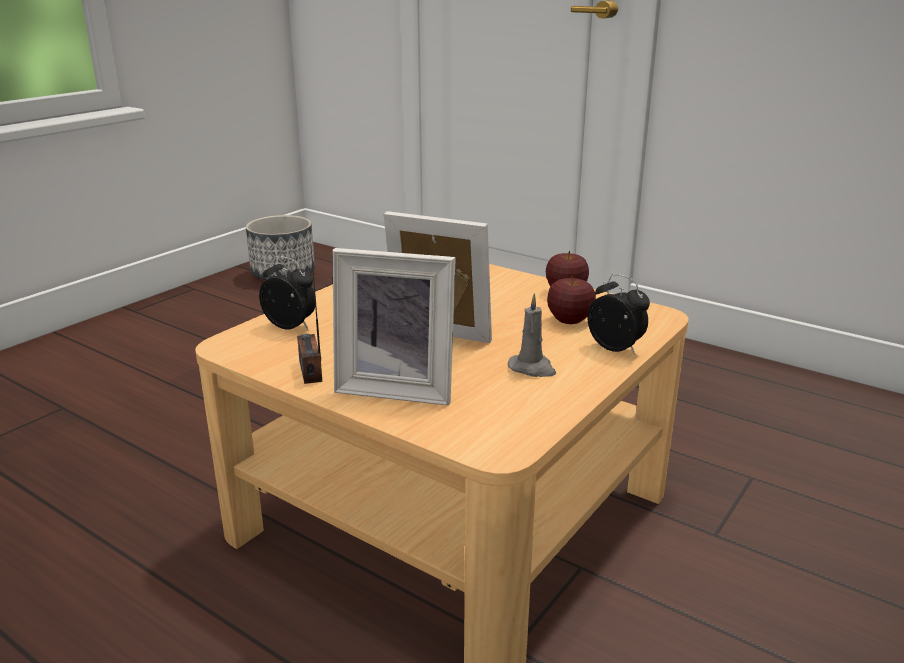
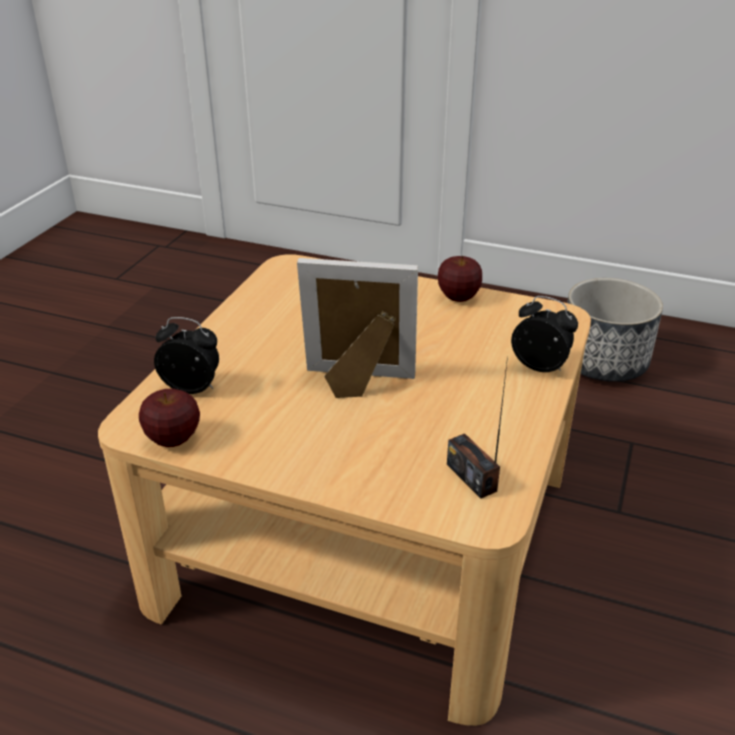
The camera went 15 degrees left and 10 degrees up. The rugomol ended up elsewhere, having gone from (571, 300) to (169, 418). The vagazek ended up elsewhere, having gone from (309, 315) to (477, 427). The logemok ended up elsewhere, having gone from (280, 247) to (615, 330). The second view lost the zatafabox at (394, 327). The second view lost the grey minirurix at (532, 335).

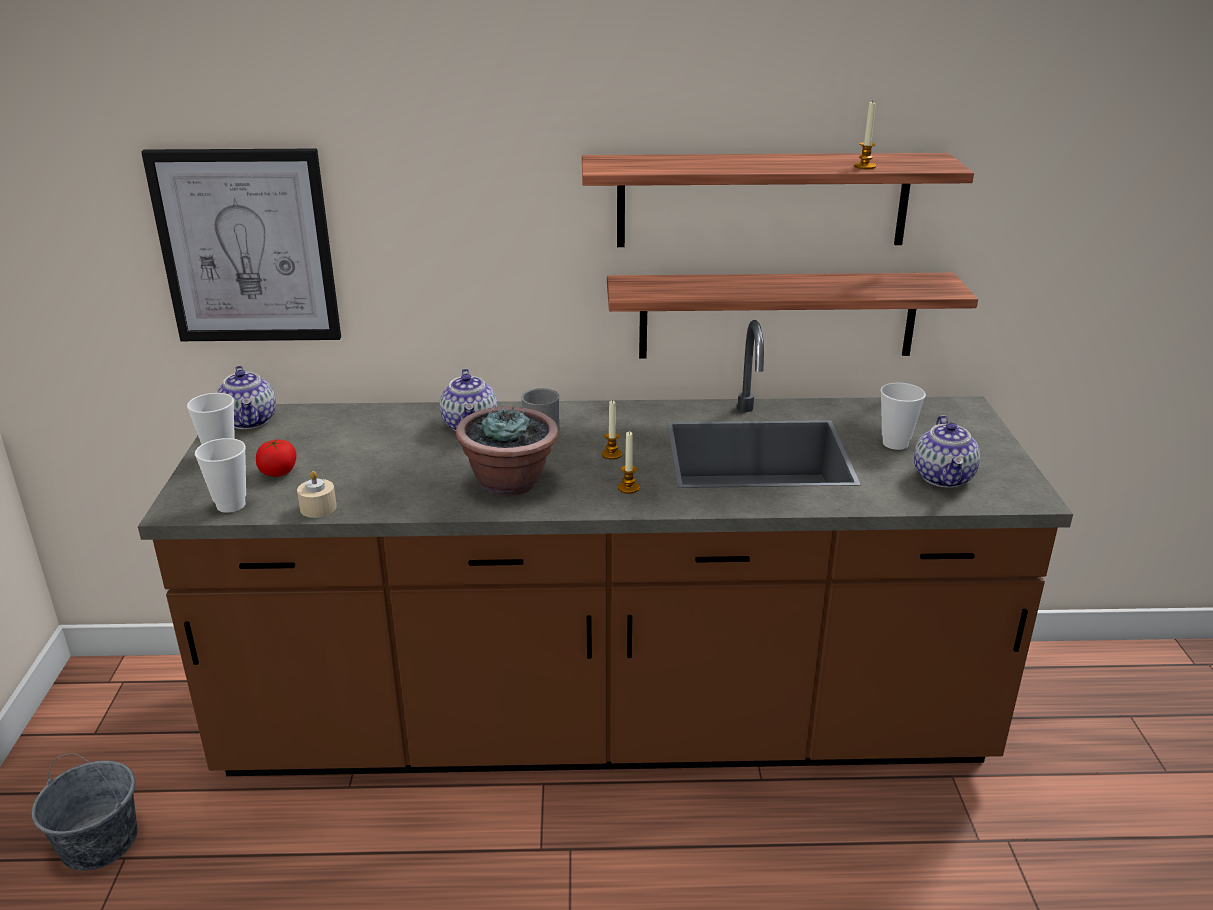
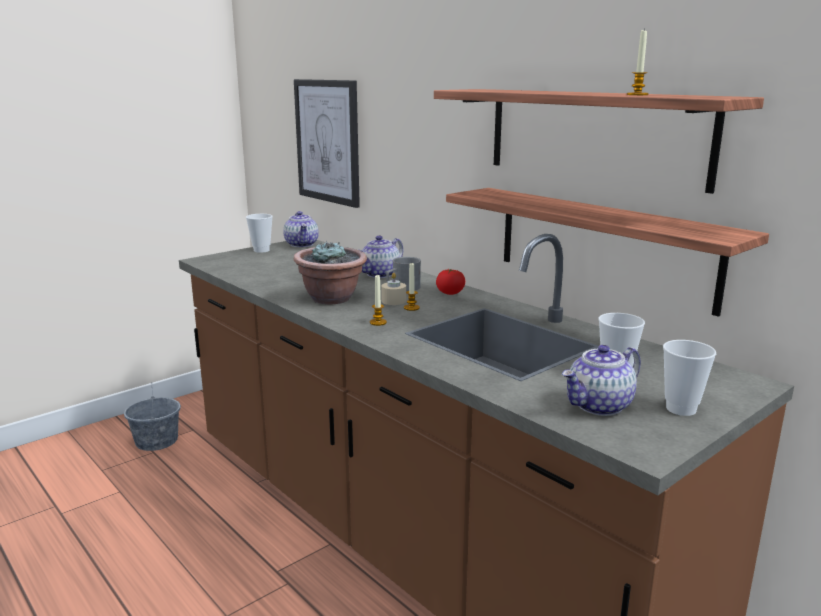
The camera went 50 degrees right and 10 degrees down. The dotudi at (246, 397) ended up facing another way, 45 degrees counterclockwise from before. The beige minirurix ended up elsewhere, having gone from (317, 494) to (393, 289). The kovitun ended up elsewhere, having gone from (276, 458) to (450, 282). The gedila ended up elsewhere, having gone from (220, 475) to (689, 378).

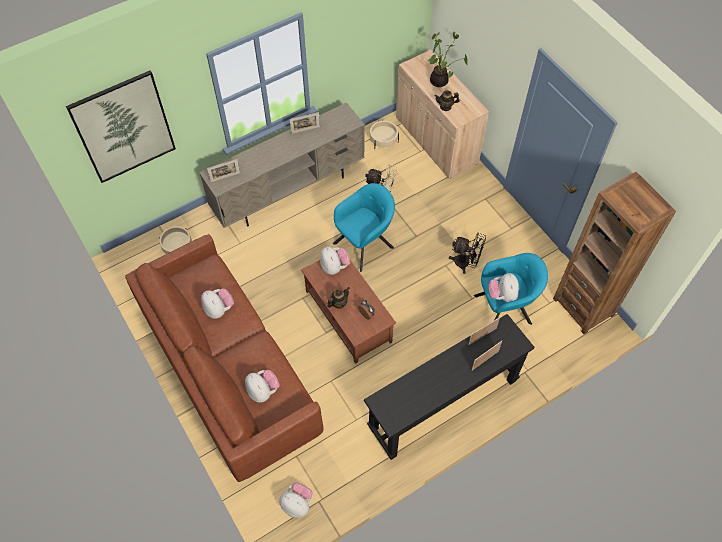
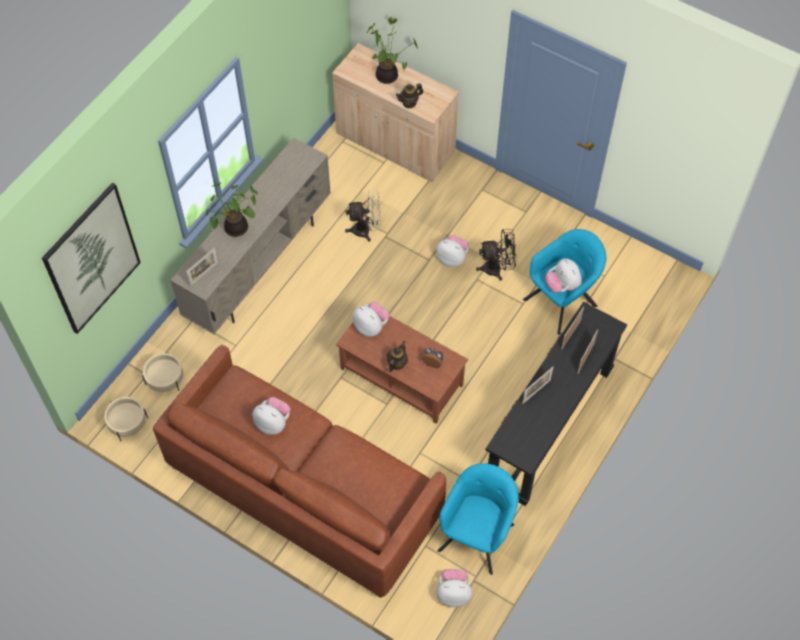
The camera went 25 degrees left and 0 degrees up. The beige logemok ended up elsewhere, having gone from (384, 135) to (126, 419). The second view gained the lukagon at (232, 210). The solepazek ended up elsewhere, having gone from (262, 386) to (452, 251). The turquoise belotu ended up elsewhere, having gone from (364, 227) to (478, 519). The zatafabox ended up elsewhere, having gone from (305, 123) to (537, 385). The second view lost the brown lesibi at (614, 253).

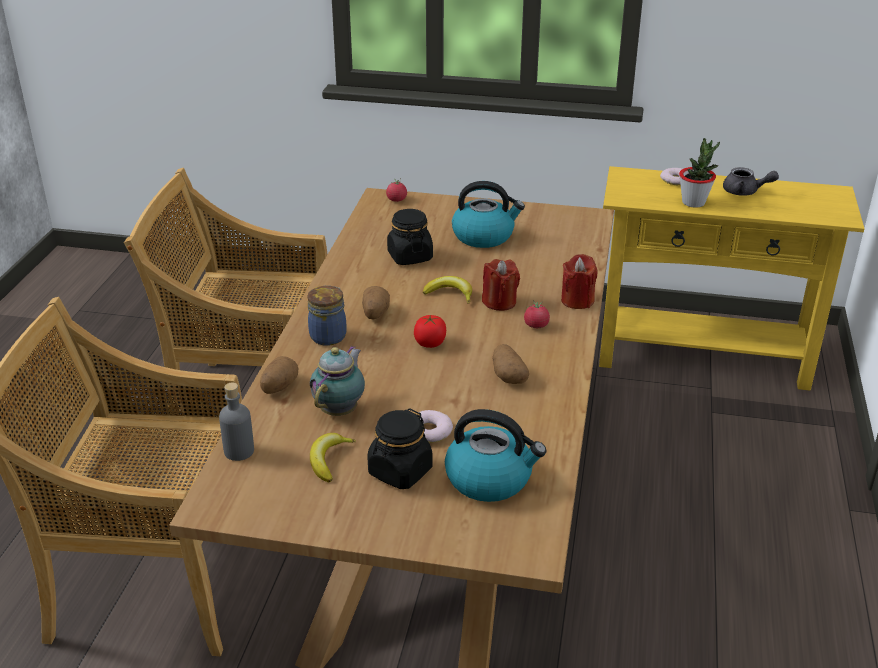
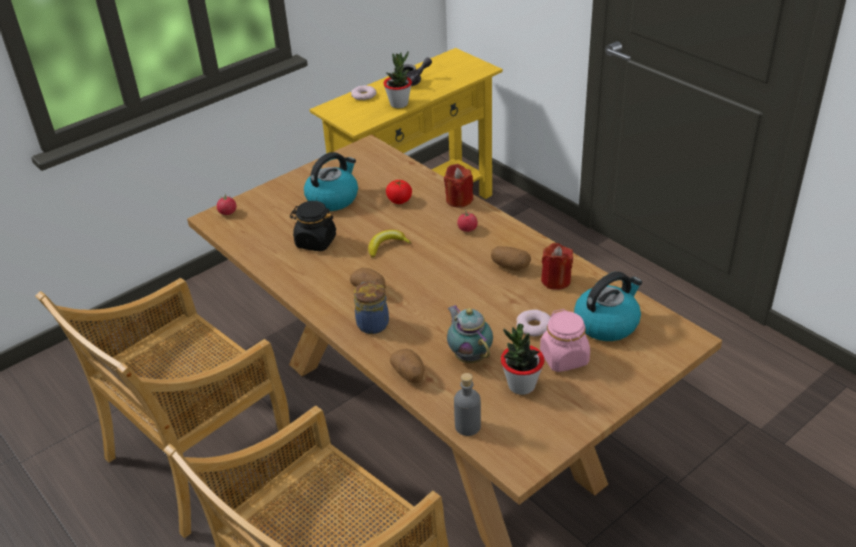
The camera went 50 degrees left and 5 degrees up. The kovitun ended up elsewhere, having gone from (430, 331) to (399, 192). Where the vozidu stood at (333, 457), the lukagon came to stand at (522, 359). What was the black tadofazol at (400, 448) turned into the pink tadofazol at (565, 340). The red minirurix ended up elsewhere, having gone from (501, 285) to (557, 266).

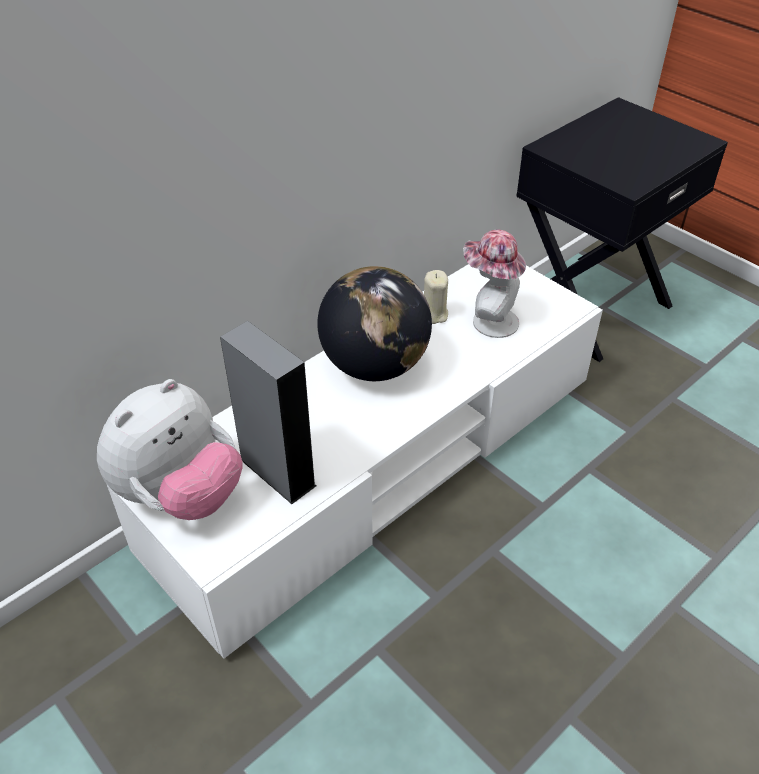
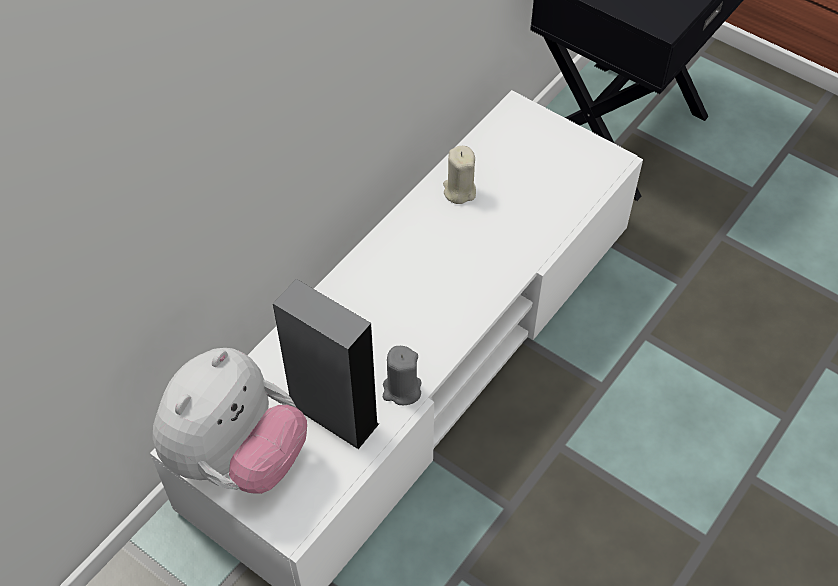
The camera went 10 degrees left and 10 degrees up. The second view gained the grey minirurix at (402, 375). The second view lost the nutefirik at (374, 323). The second view lost the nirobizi at (494, 284).

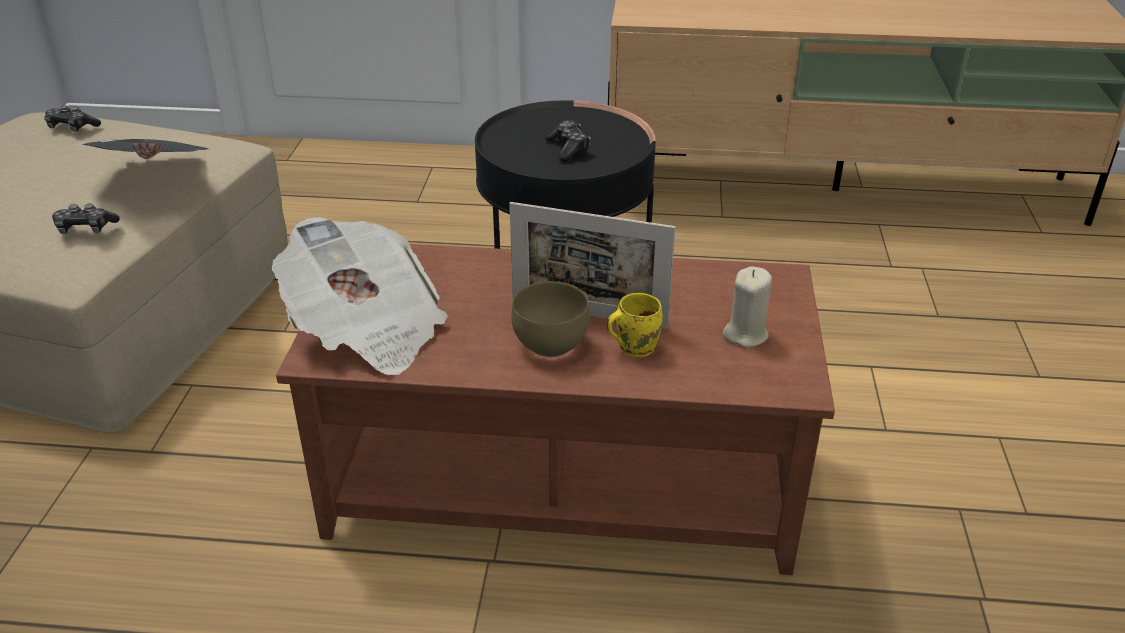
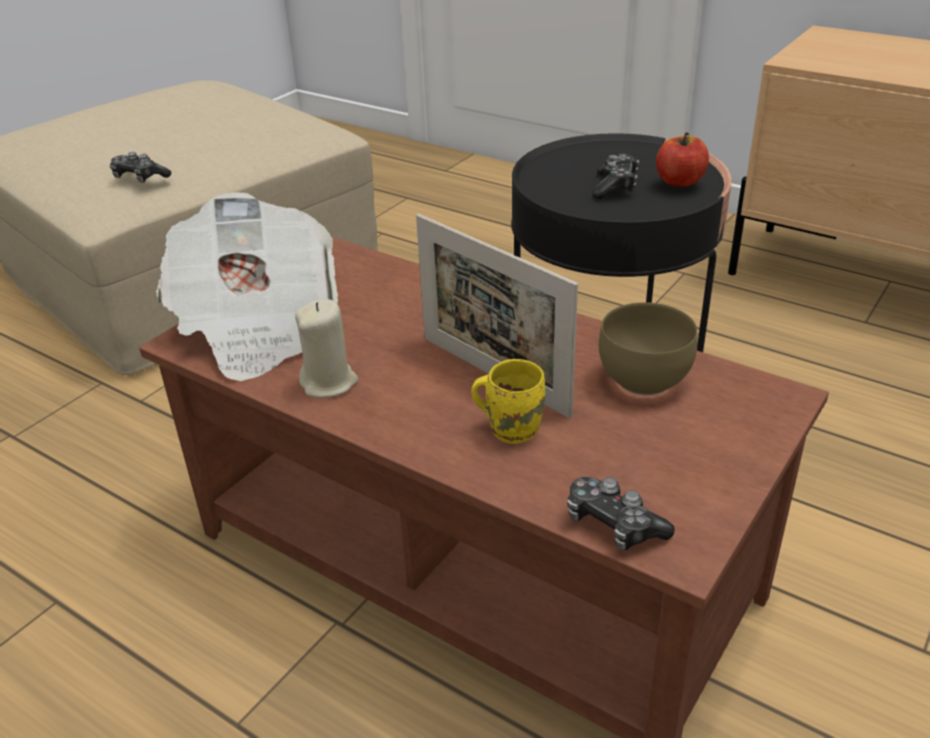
The camera went 30 degrees right and 0 degrees up. The beige minirurix ended up elsewhere, having gone from (747, 307) to (326, 348). The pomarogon ended up elsewhere, having gone from (72, 118) to (621, 513). The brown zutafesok ended up elsewhere, having gone from (550, 319) to (648, 348). The second view gained the rugomol at (682, 159). The second view lost the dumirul at (140, 149).

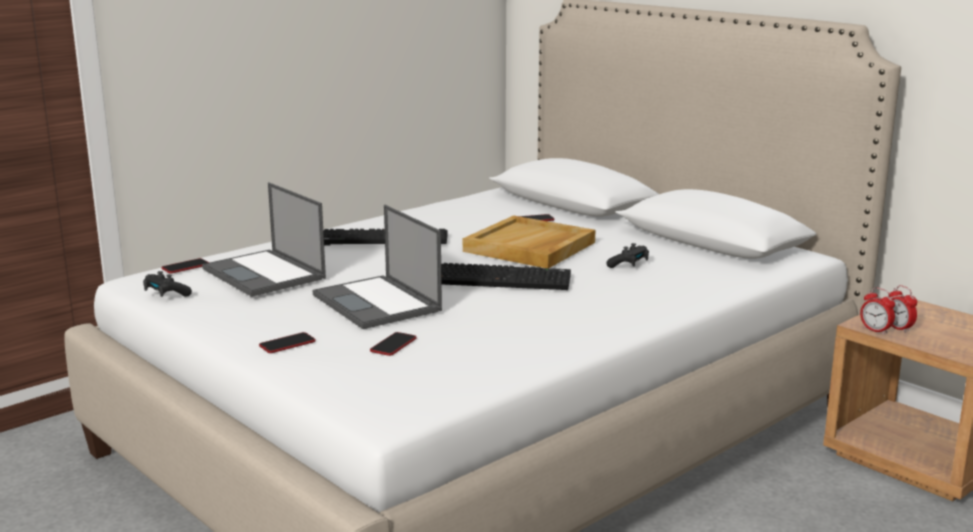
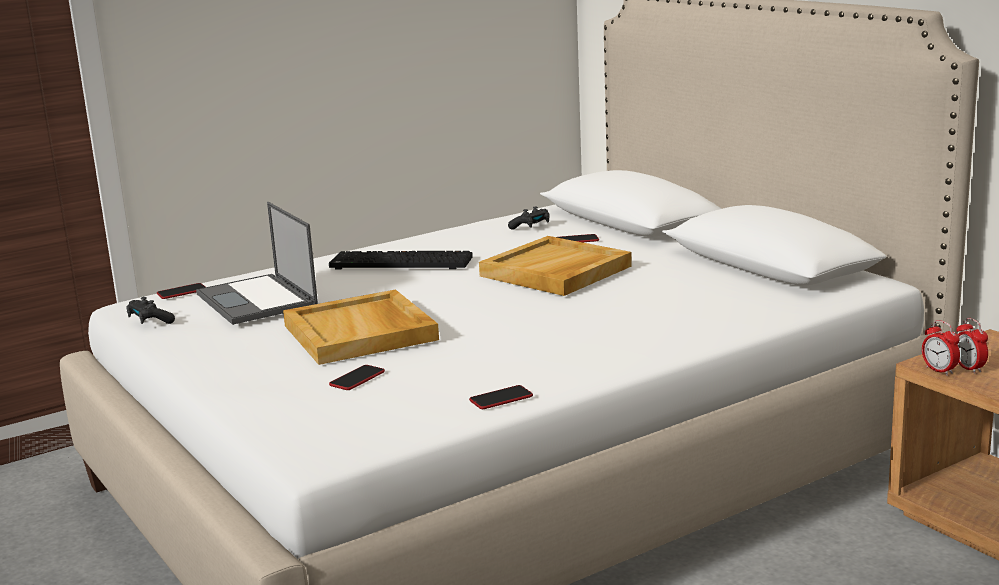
The camera went 10 degrees right and 0 degrees up. Where the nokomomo stood at (377, 267), the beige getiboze came to stand at (361, 327). The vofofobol ended up elsewhere, having gone from (287, 342) to (501, 397). The black pomarogon ended up elsewhere, having gone from (627, 255) to (529, 218). The second view lost the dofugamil at (506, 276).

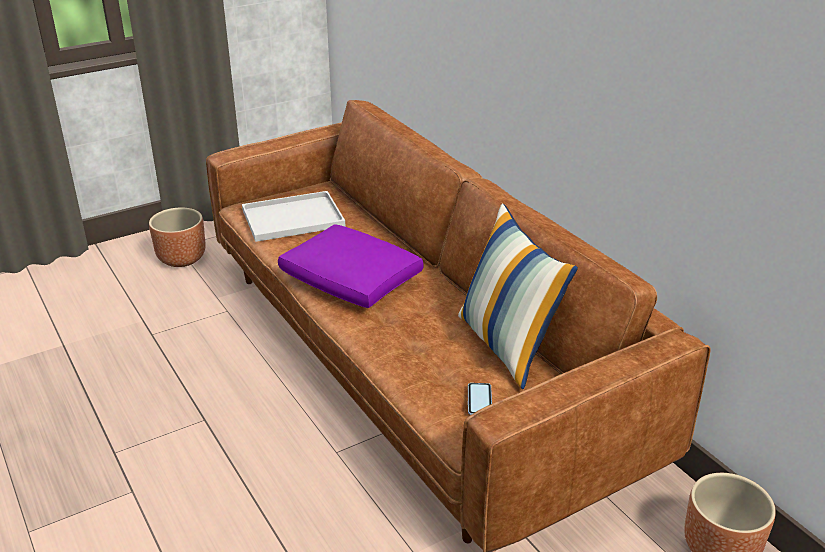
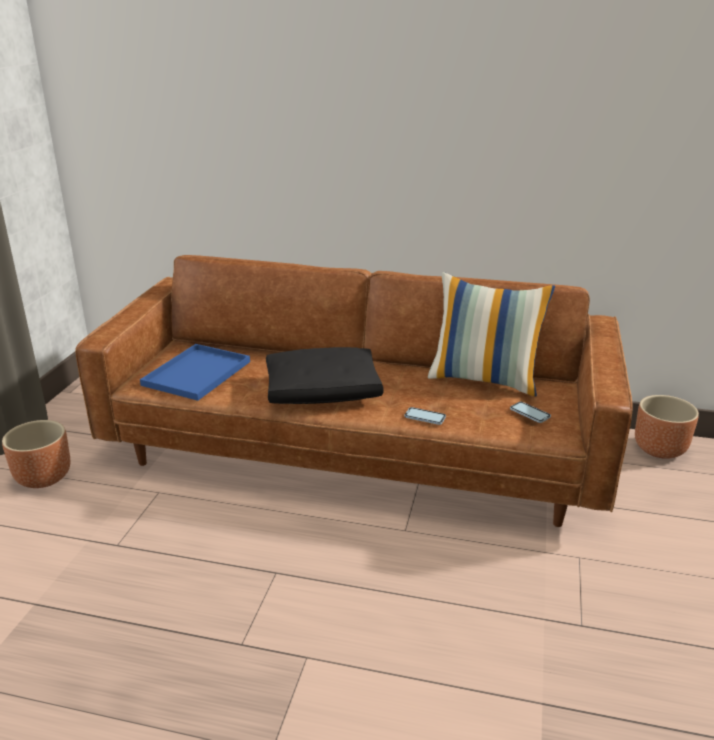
The camera went 45 degrees left and 5 degrees down. What was the white getiboze at (294, 216) turned into the blue getiboze at (195, 372). What was the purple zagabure at (350, 266) turned into the black zagabure at (324, 375). The second view gained the vofofobol at (425, 416).

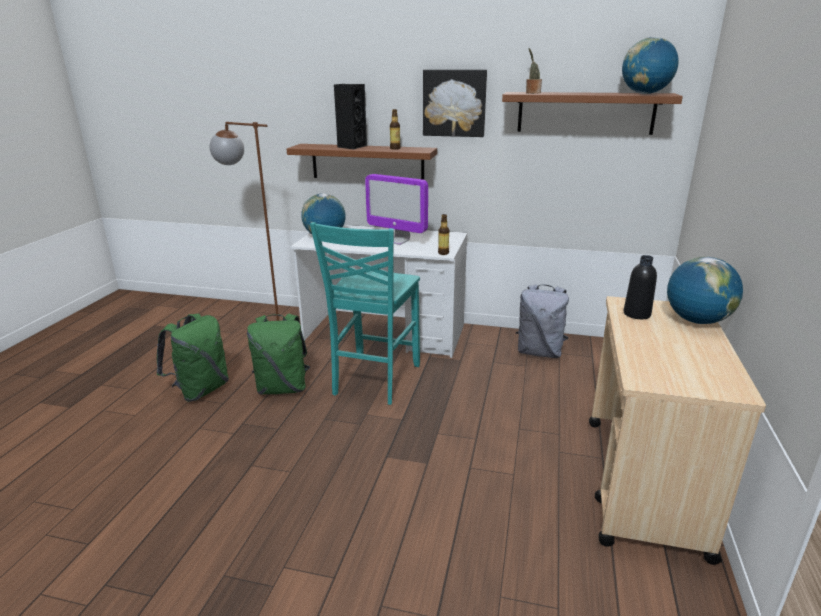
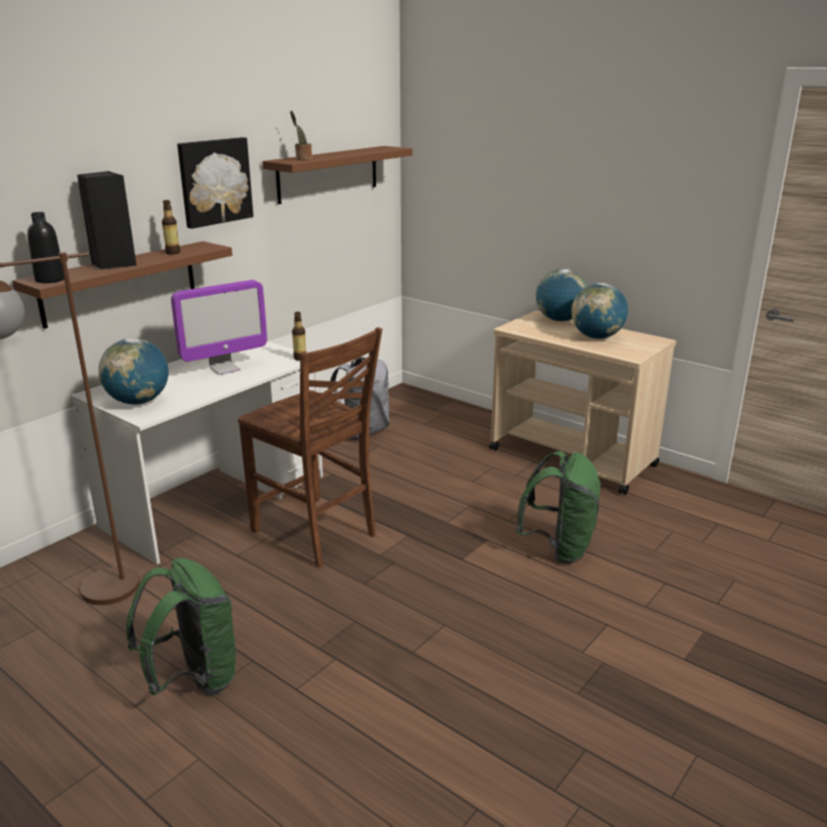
The camera went 65 degrees left and 0 degrees up. The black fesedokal ended up elsewhere, having gone from (640, 287) to (45, 247). What was the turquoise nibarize at (365, 313) turned into the brown nibarize at (310, 447). The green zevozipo ended up elsewhere, having gone from (278, 354) to (559, 507). The nutefirik ended up elsewhere, having gone from (650, 65) to (599, 311).

